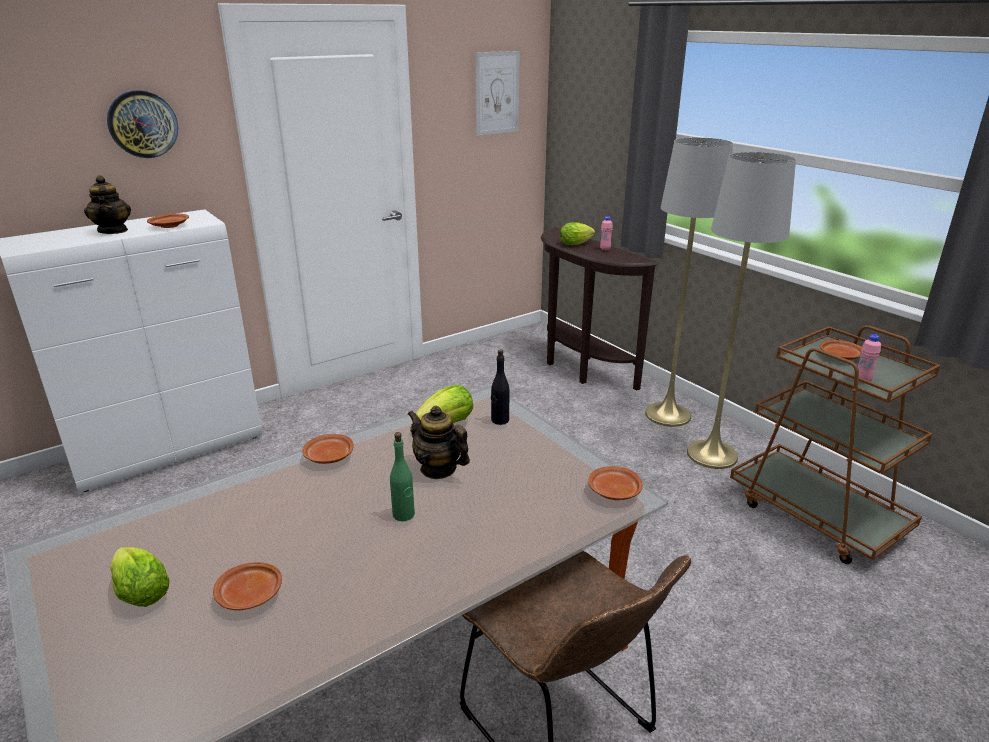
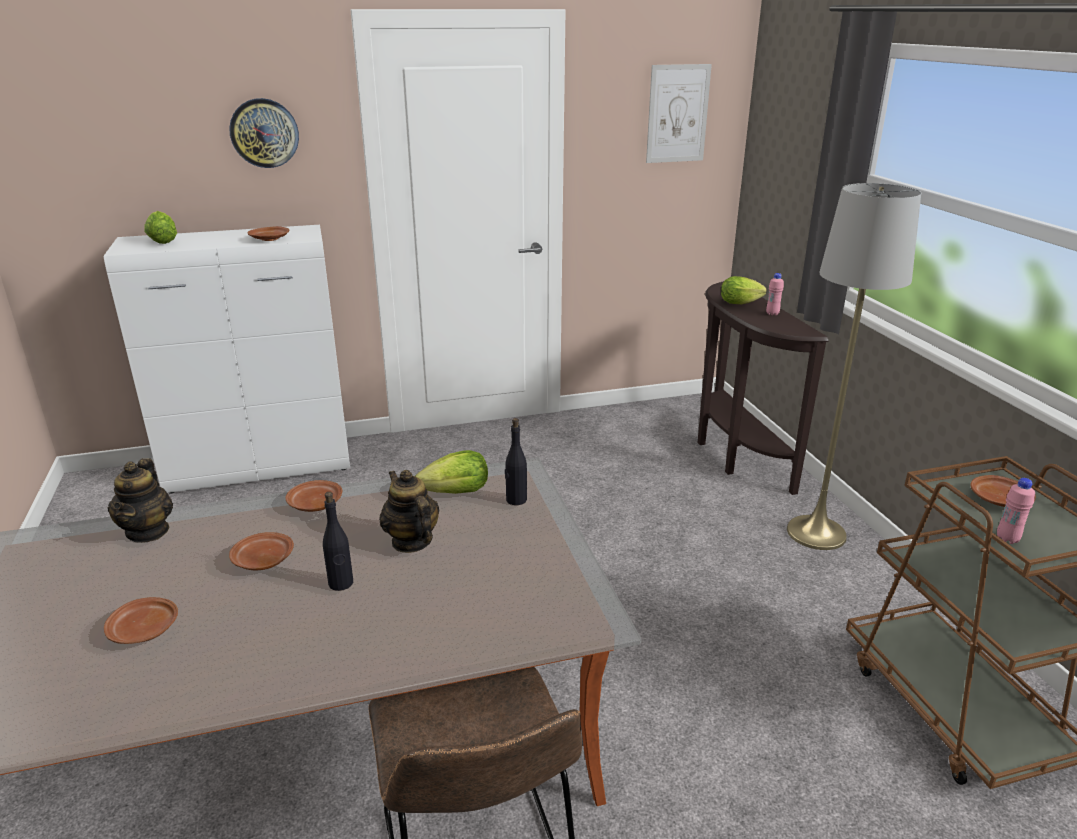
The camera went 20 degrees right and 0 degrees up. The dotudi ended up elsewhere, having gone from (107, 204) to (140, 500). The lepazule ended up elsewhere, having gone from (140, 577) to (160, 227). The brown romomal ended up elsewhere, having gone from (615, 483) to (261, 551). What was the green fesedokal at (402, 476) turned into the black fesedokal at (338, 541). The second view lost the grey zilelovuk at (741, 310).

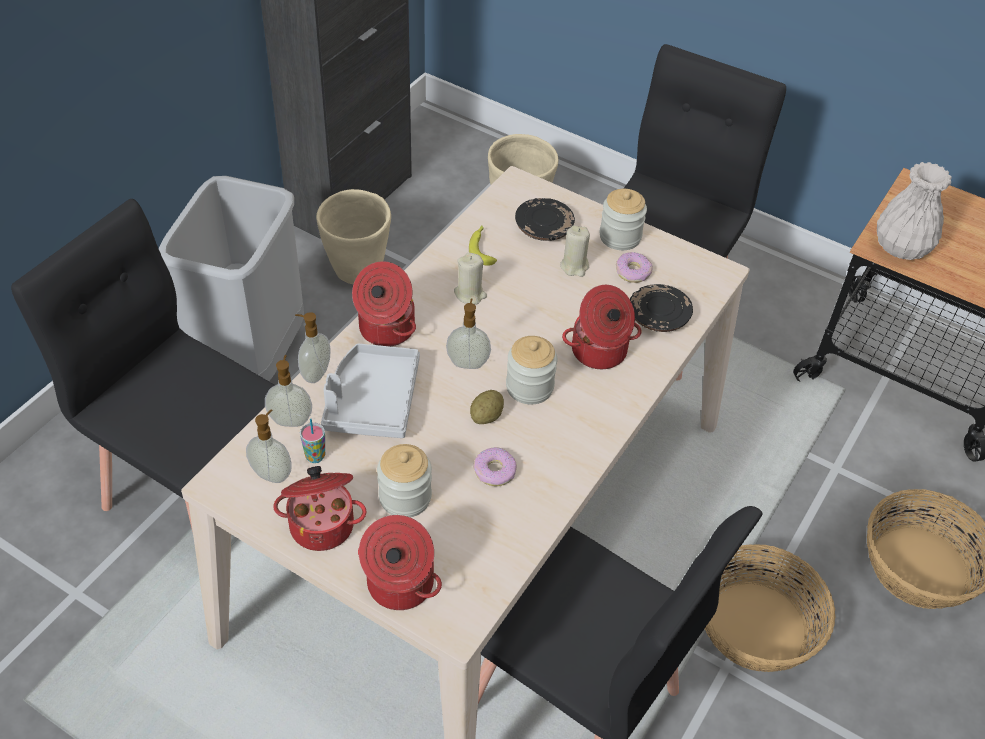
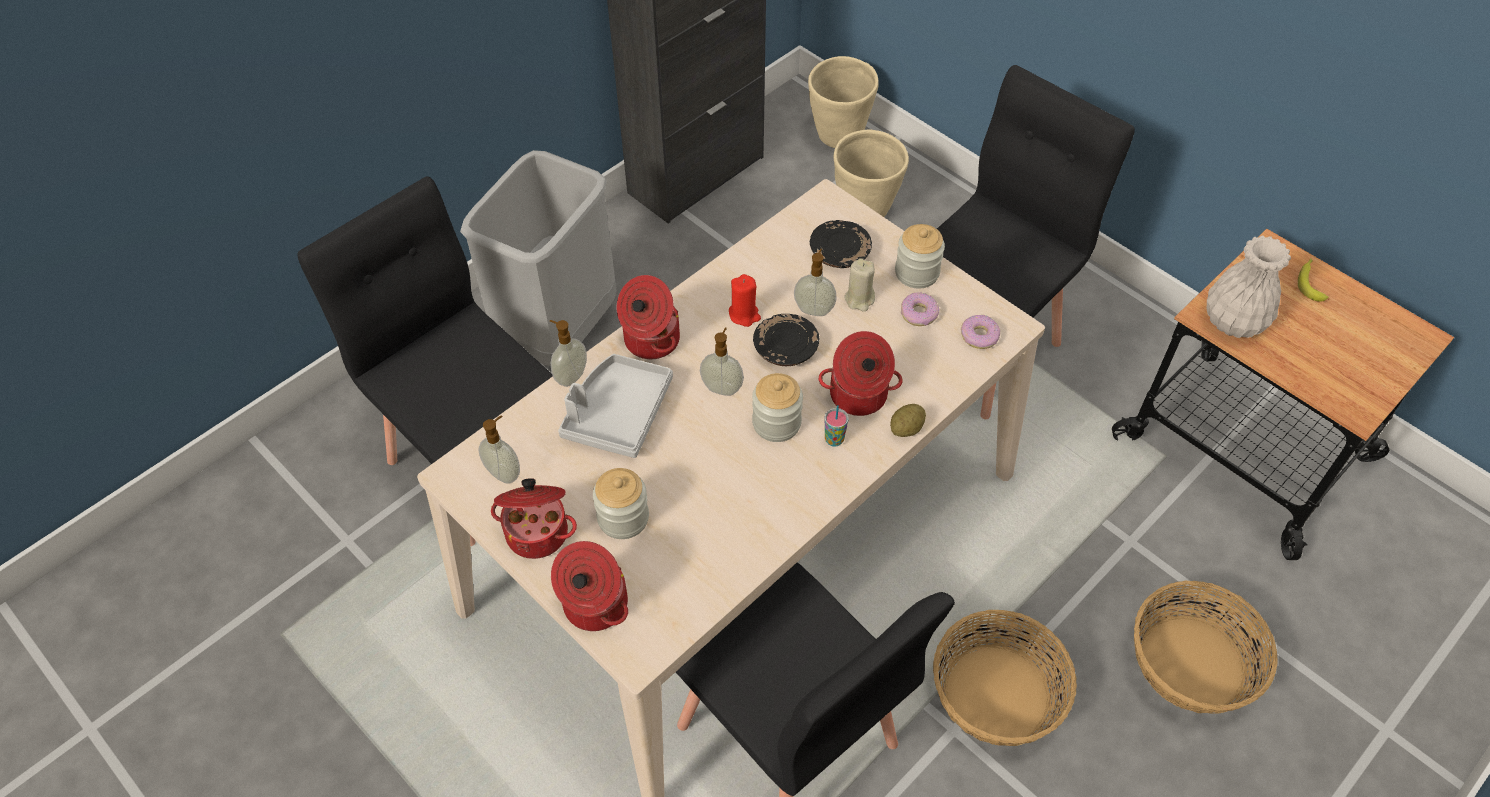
The camera went 15 degrees right and 5 degrees up. What was the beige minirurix at (470, 279) turned into the red minirurix at (745, 300). The black romomal ended up elsewhere, having gone from (661, 308) to (786, 340). The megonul ended up elsewhere, having gone from (288, 391) to (815, 282). The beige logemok ended up elsewhere, having gone from (353, 236) to (843, 102). The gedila ended up elsewhere, having gone from (312, 441) to (837, 426). The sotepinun ended up elsewhere, having gone from (487, 407) to (908, 420). The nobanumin ended up elsewhere, having gone from (495, 466) to (980, 332). The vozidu ended up elsewhere, having gone from (483, 245) to (1313, 280).

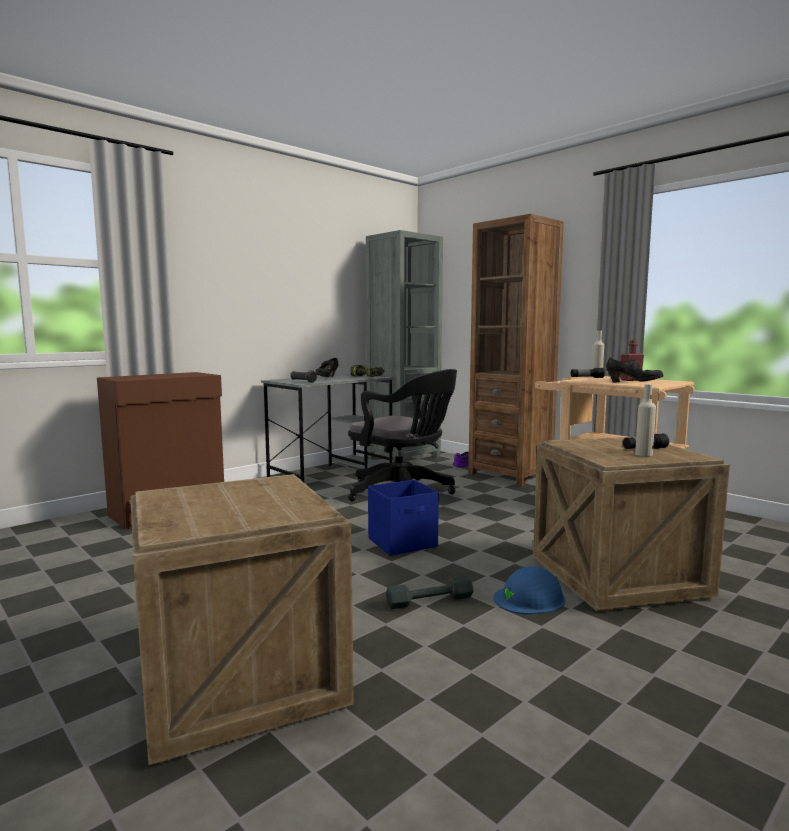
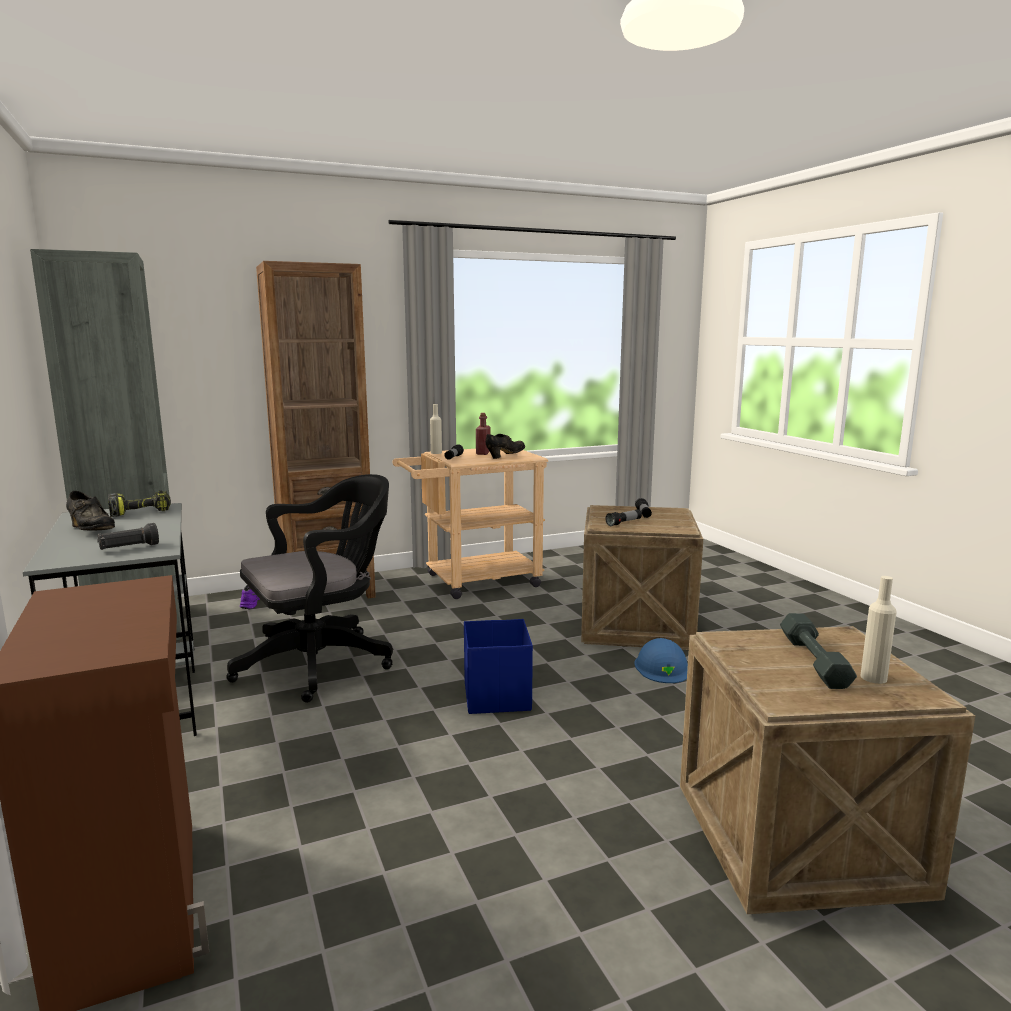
The camera went 70 degrees left and 5 degrees up. The second view gained the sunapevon at (623, 517). The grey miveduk ended up elsewhere, having gone from (430, 592) to (818, 651). The beige fesedokal ended up elsewhere, having gone from (645, 420) to (878, 630).

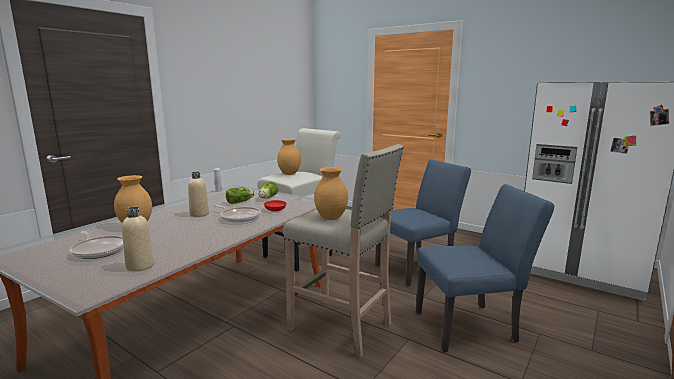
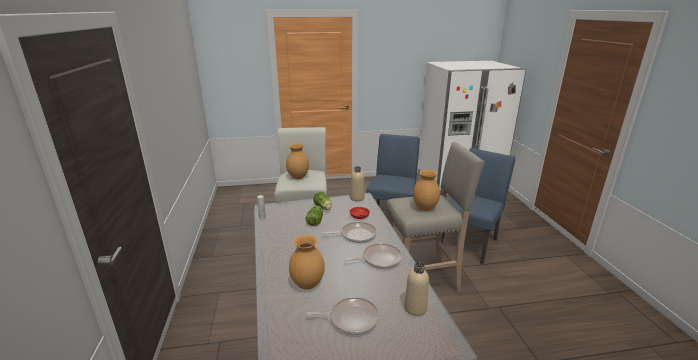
The camera went 45 degrees left and 10 degrees up. The second view gained the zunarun at (373, 256). The beige fesedokal ended up elsewhere, having gone from (198, 194) to (357, 183).

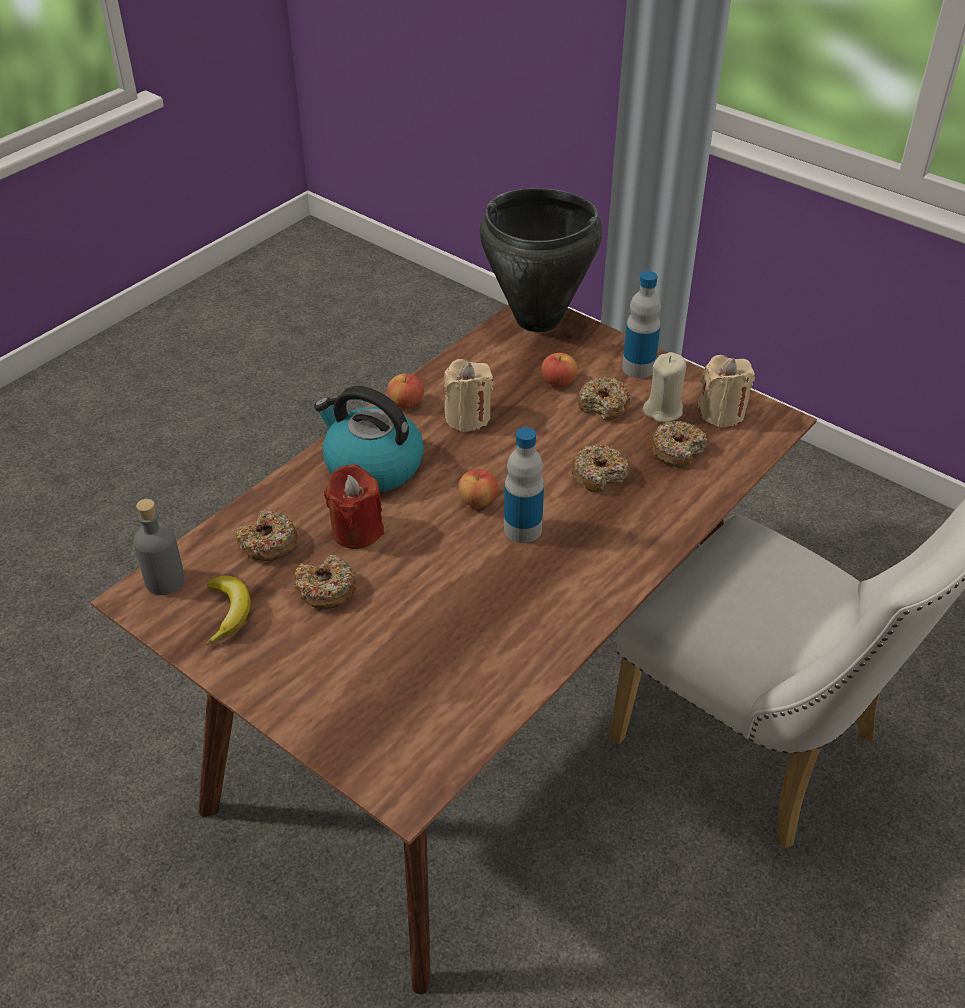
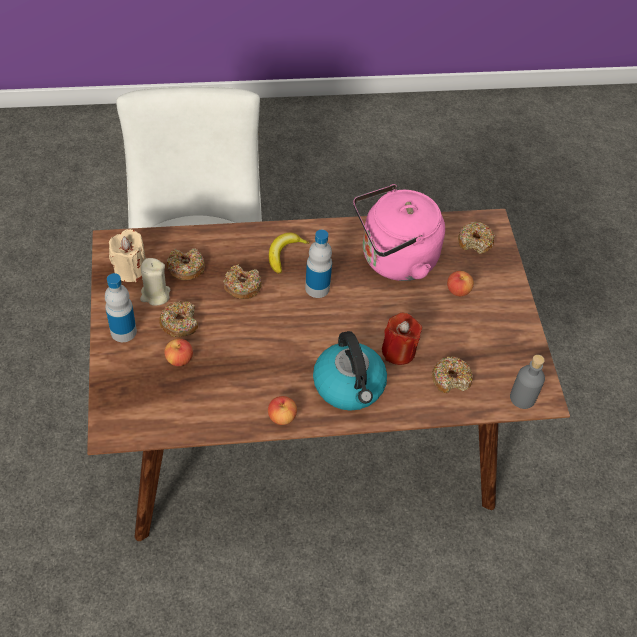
The camera went 140 degrees left and 10 degrees up. The vozidu ended up elsewhere, having gone from (228, 610) to (289, 253). The second view gained the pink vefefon at (399, 232). The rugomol ended up elsewhere, having gone from (478, 488) to (460, 283). The nobanumin ended up elsewhere, having gone from (325, 582) to (476, 238). The second view lost the beige minirurix at (469, 395). The second view lost the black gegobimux at (541, 260).

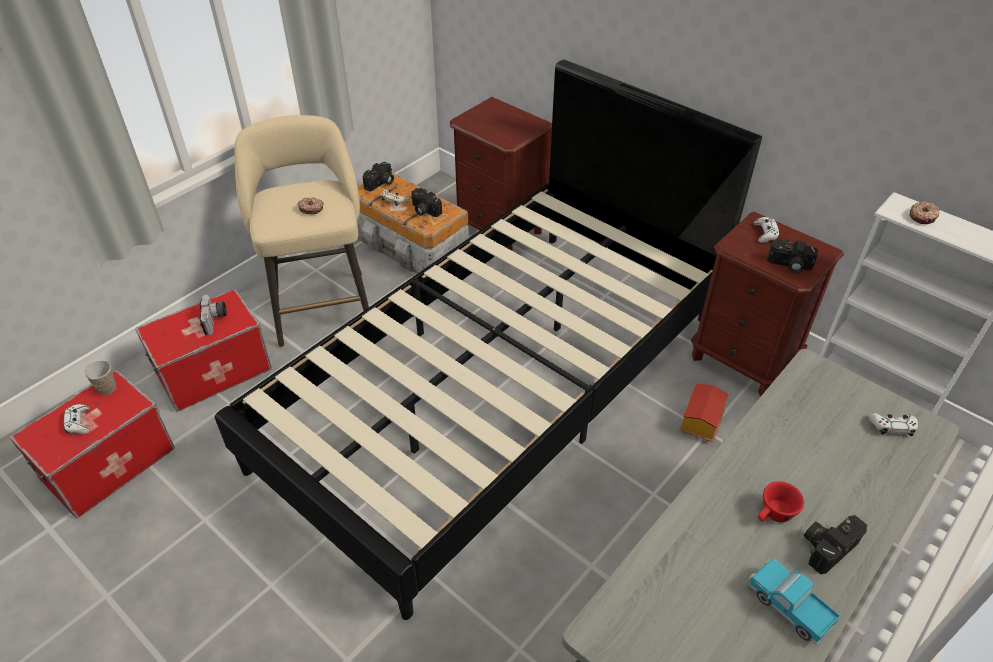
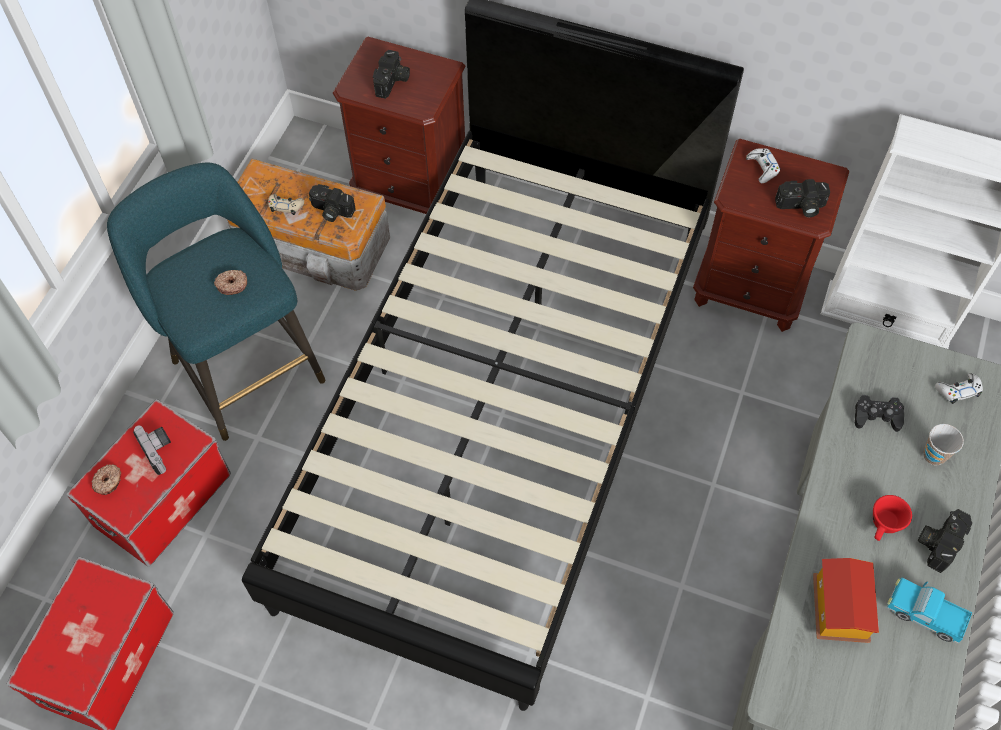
The camera went 20 degrees left and 15 degrees up. The nobanumin ended up elsewhere, having gone from (924, 212) to (106, 479). What was the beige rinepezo at (301, 231) turned into the turquoise rinepezo at (216, 302). The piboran ended up elsewhere, having gone from (378, 177) to (391, 74). The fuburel ended up elsewhere, having gone from (704, 412) to (846, 600). The second view gained the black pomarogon at (879, 413). The gedila ended up elsewhere, having gone from (100, 377) to (943, 444). The second view lost the white pomarogon at (77, 419).

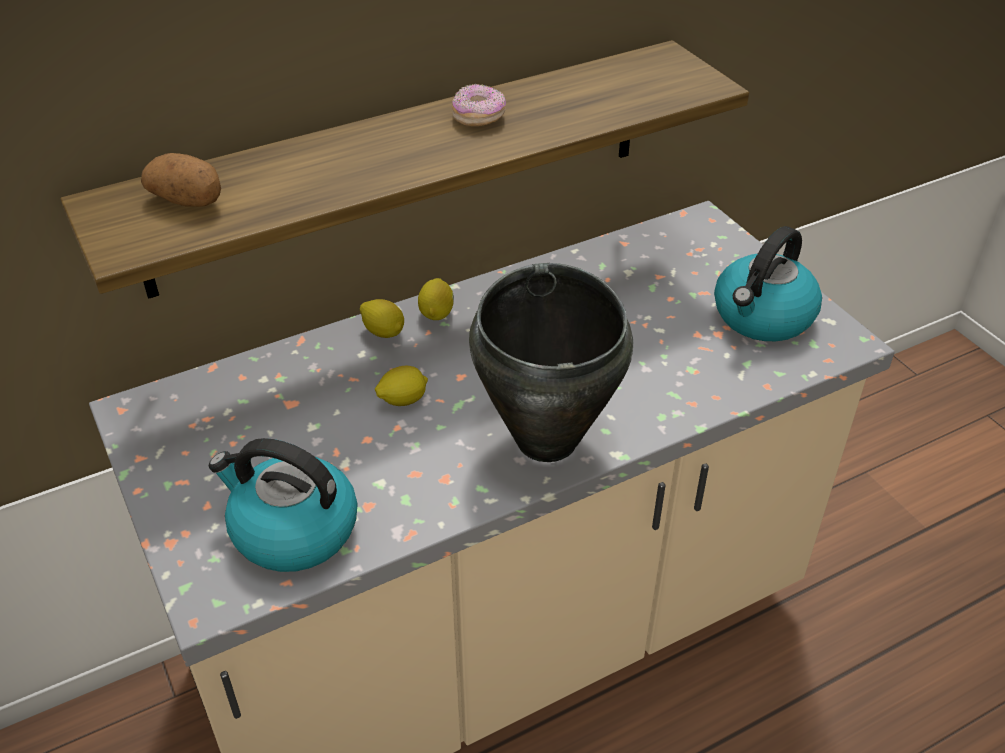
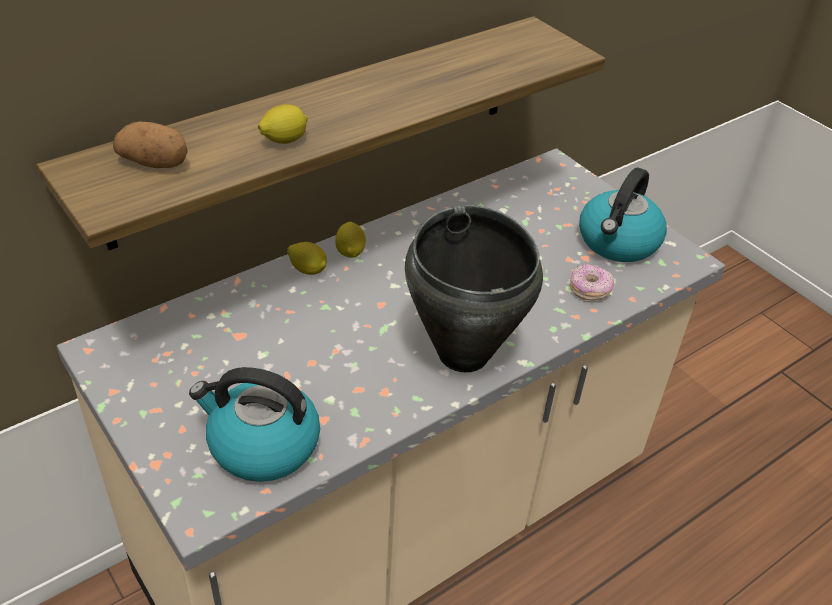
The camera went 10 degrees left and 0 degrees up. The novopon ended up elsewhere, having gone from (401, 386) to (283, 124). The nobanumin ended up elsewhere, having gone from (479, 105) to (592, 282).

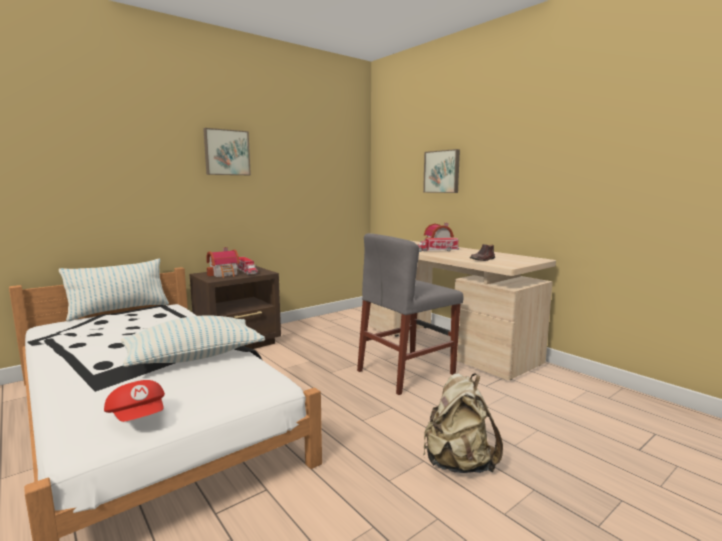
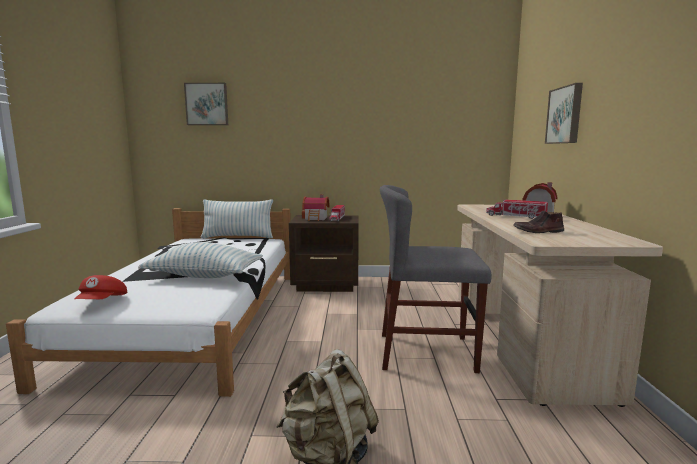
The camera went 40 degrees right and 0 degrees up. The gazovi ended up elsewhere, having gone from (227, 151) to (206, 104).

